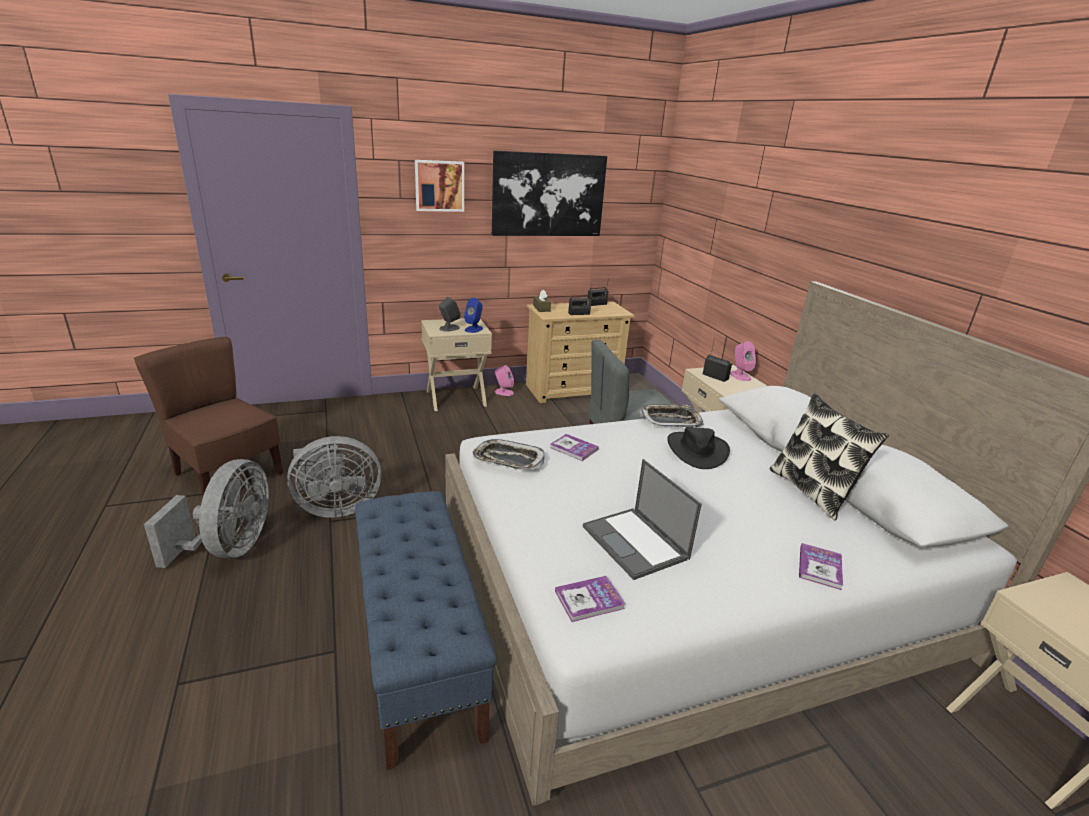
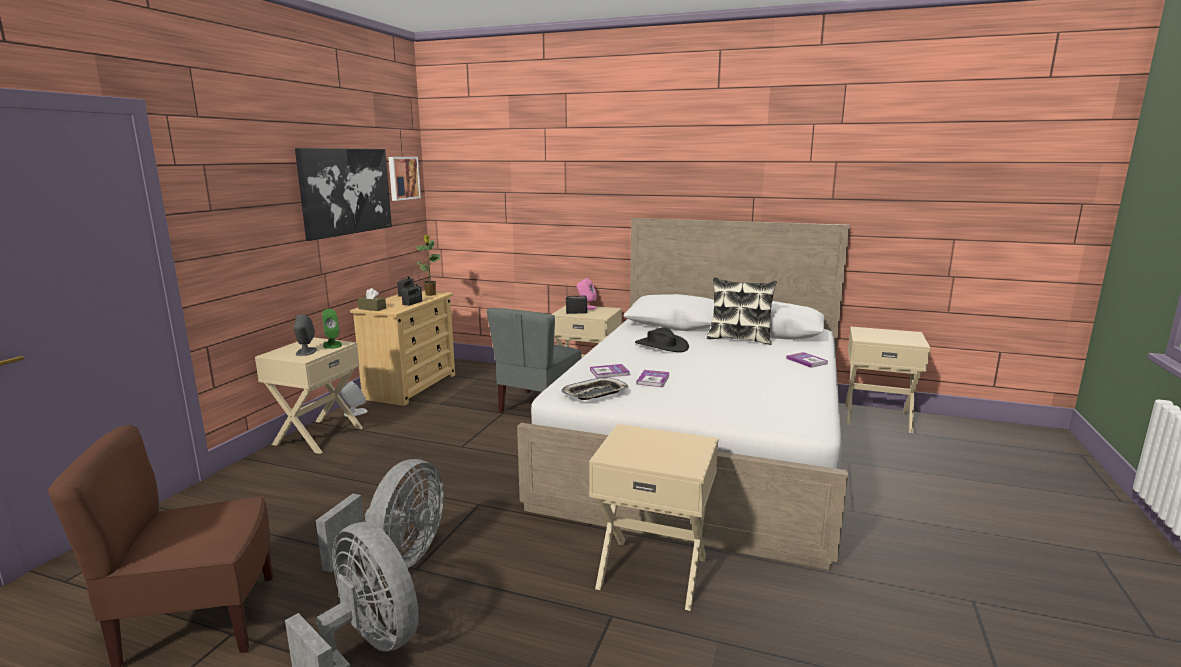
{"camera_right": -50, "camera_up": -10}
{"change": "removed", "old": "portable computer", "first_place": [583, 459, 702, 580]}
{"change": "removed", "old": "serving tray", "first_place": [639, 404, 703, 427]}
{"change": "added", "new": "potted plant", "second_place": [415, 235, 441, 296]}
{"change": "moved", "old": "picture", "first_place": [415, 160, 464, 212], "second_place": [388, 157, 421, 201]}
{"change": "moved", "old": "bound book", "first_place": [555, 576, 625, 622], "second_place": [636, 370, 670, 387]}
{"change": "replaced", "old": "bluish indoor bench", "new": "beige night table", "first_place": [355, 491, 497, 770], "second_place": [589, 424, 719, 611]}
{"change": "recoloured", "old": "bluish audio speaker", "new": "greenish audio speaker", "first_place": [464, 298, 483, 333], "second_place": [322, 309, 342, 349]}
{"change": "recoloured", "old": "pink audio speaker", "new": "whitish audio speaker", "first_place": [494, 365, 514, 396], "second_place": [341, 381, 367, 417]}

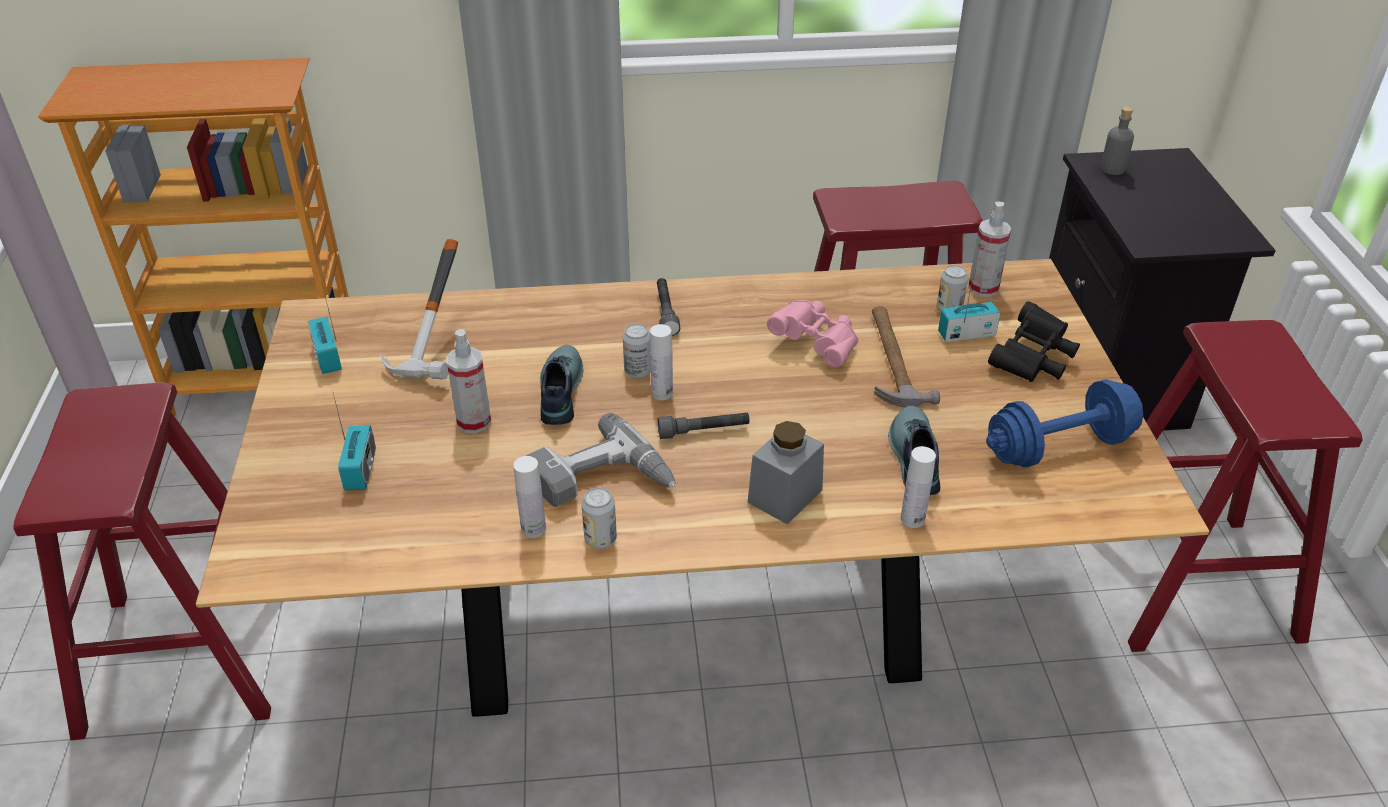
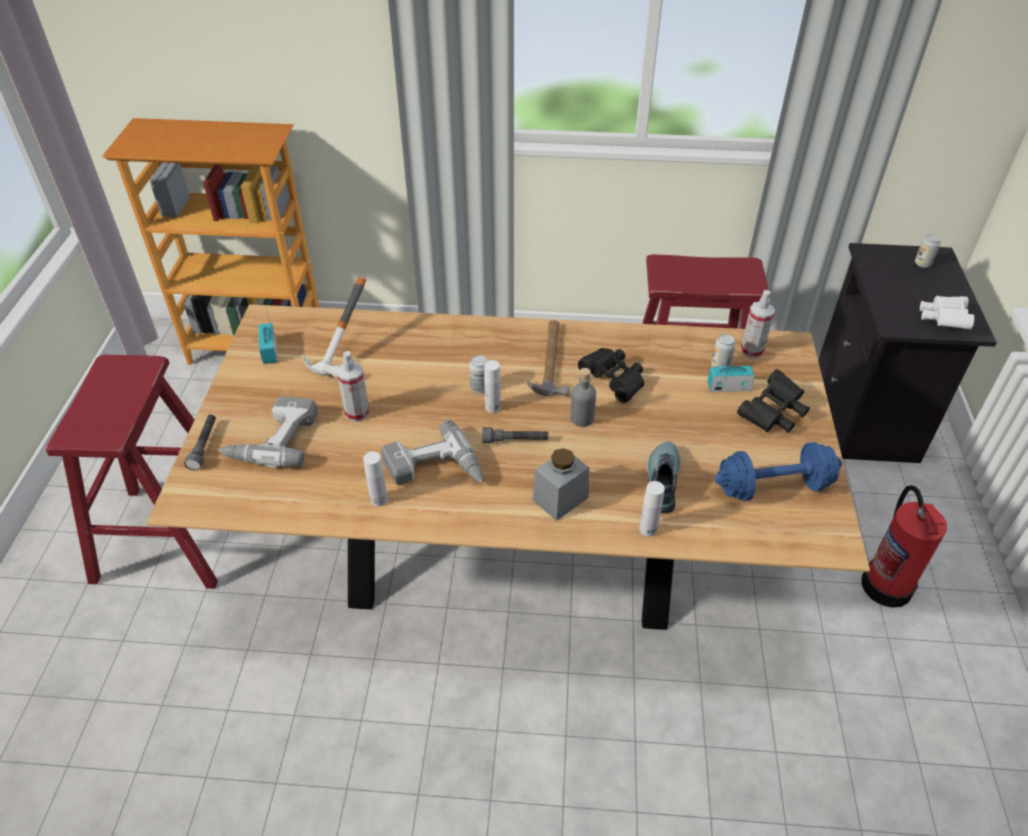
{"camera_right": 10, "camera_up": 5}
{"change": "removed", "old": "shoe", "first_place": [540, 345, 583, 425]}
{"change": "added", "new": "whitish binoculars", "second_place": [920, 296, 974, 329]}
{"change": "moved", "old": "metal can", "first_place": [581, 488, 617, 549], "second_place": [915, 234, 940, 268]}
{"change": "moved", "old": "grey hand torch", "first_place": [657, 278, 680, 336], "second_place": [184, 415, 216, 471]}
{"change": "moved", "old": "hammer", "first_place": [872, 306, 940, 407], "second_place": [526, 320, 569, 396]}
{"change": "moved", "old": "grey bottle", "first_place": [1100, 106, 1134, 175], "second_place": [570, 368, 596, 427]}
{"change": "replaced", "old": "radio set", "new": "drill", "first_place": [332, 390, 376, 490], "second_place": [219, 397, 318, 467]}
{"change": "replaced", "old": "red stool seat", "new": "fire-fighting cylinder", "first_place": [1128, 320, 1362, 652], "second_place": [861, 485, 947, 608]}
{"change": "recoloured", "old": "pink binoculars", "new": "black-coloured binoculars", "first_place": [767, 300, 858, 367], "second_place": [578, 348, 644, 403]}

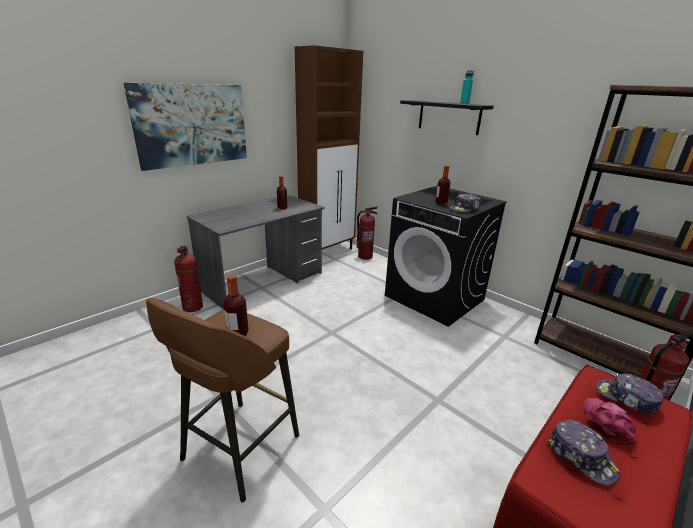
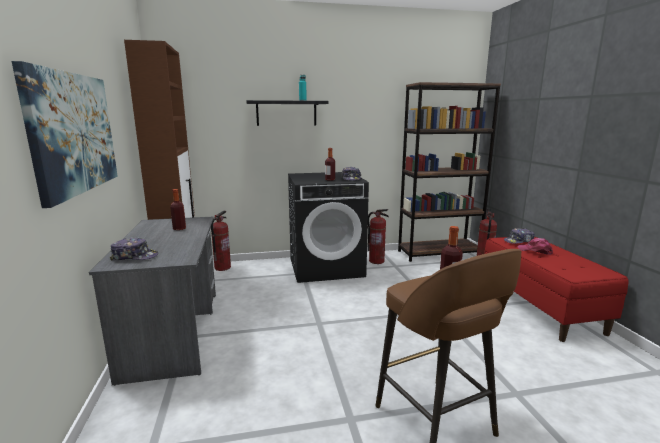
{"camera_right": -55, "camera_up": -10}
{"change": "moved", "old": "fire-fighting cylinder", "first_place": [174, 246, 203, 312], "second_place": [368, 209, 389, 264]}
{"change": "moved", "old": "peaked cap", "first_place": [547, 420, 620, 485], "second_place": [110, 237, 158, 261]}

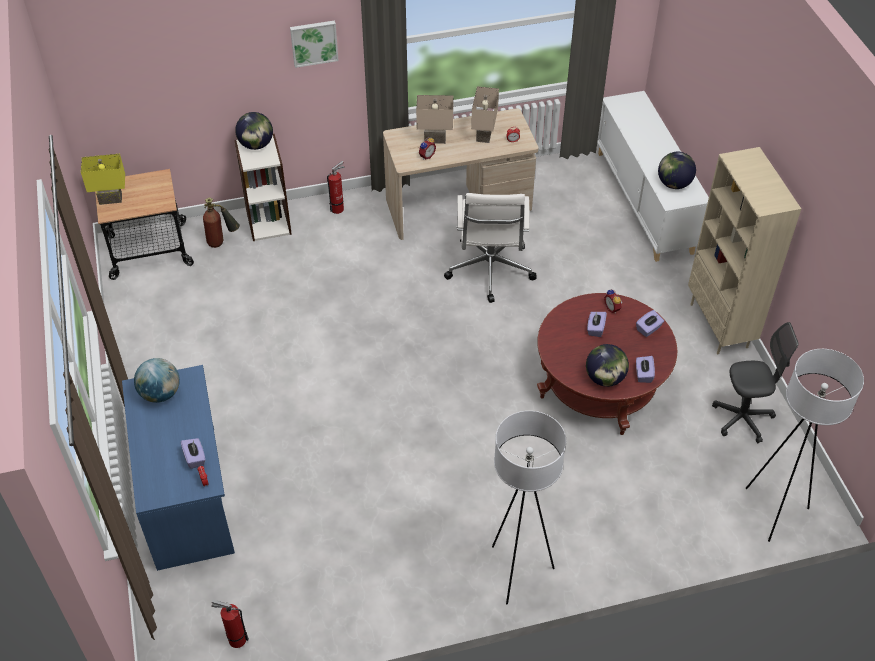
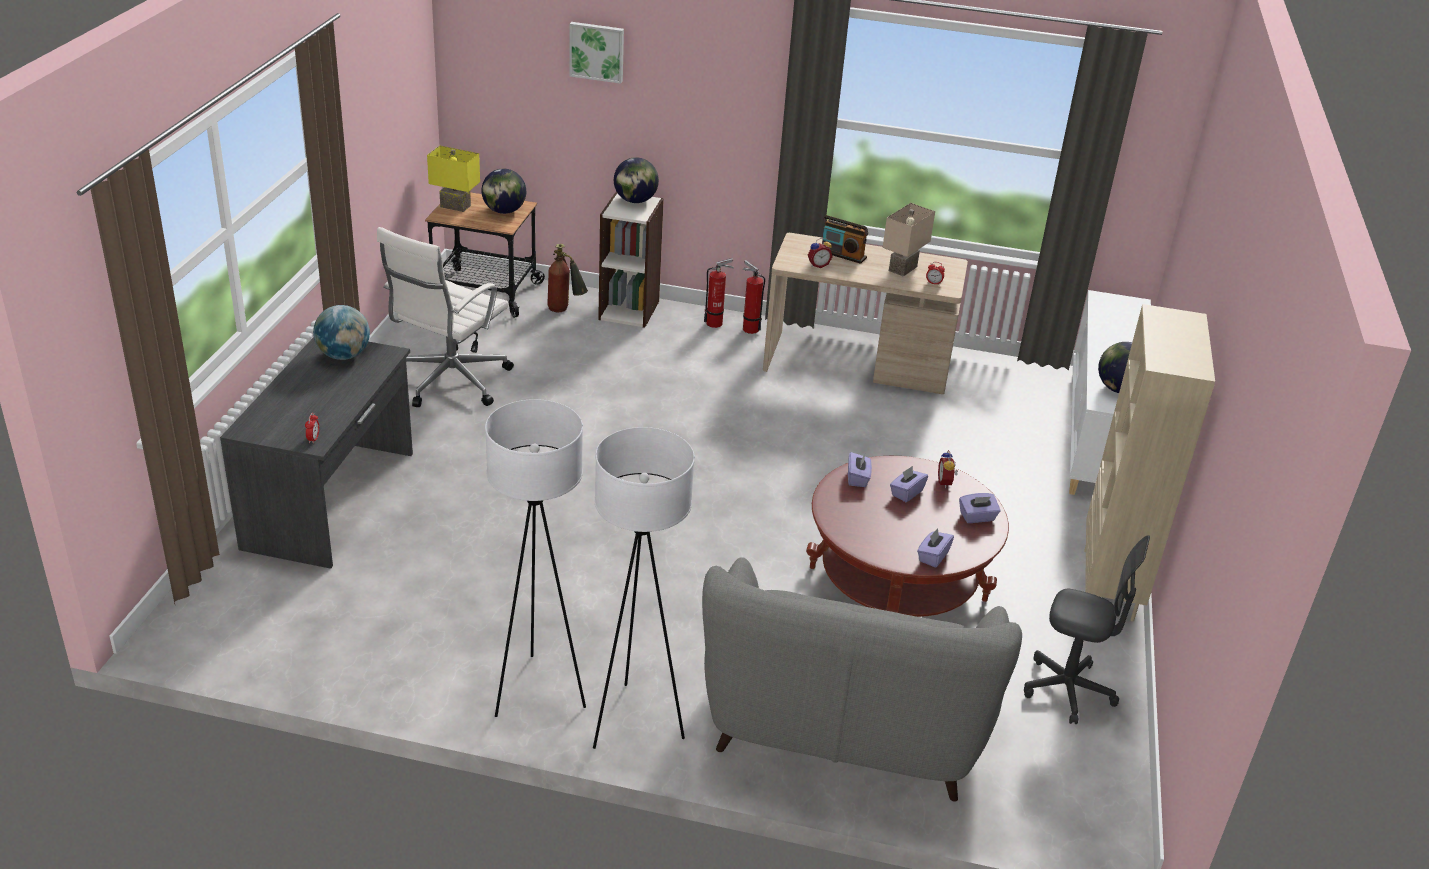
{"camera_right": 25, "camera_up": -15}
{"change": "added", "new": "grey settee", "second_place": [702, 557, 1022, 802]}
{"change": "moved", "old": "purple-coloured box of tissues", "first_place": [181, 438, 205, 469], "second_place": [848, 452, 872, 487]}
{"change": "moved", "old": "fire-fighting cylinder", "first_place": [211, 600, 249, 648], "second_place": [742, 260, 765, 334]}
{"change": "moved", "old": "picture", "first_place": [290, 20, 339, 68], "second_place": [569, 22, 624, 84]}
{"change": "moved", "old": "whitish desk chair", "first_place": [444, 193, 537, 303], "second_place": [377, 227, 514, 407]}
{"change": "moved", "old": "world globe", "first_place": [586, 344, 629, 387], "second_place": [482, 169, 526, 214]}
{"change": "moved", "old": "whitish floor lamp", "first_place": [746, 349, 864, 542], "second_place": [485, 399, 586, 717]}
{"change": "replaced", "old": "beige tabletop lamp", "new": "radio set", "first_place": [416, 95, 453, 144], "second_place": [822, 215, 868, 264]}
{"change": "recoloured", "old": "bluish desk table", "new": "grey desk table", "first_place": [122, 365, 235, 571], "second_place": [220, 337, 413, 569]}

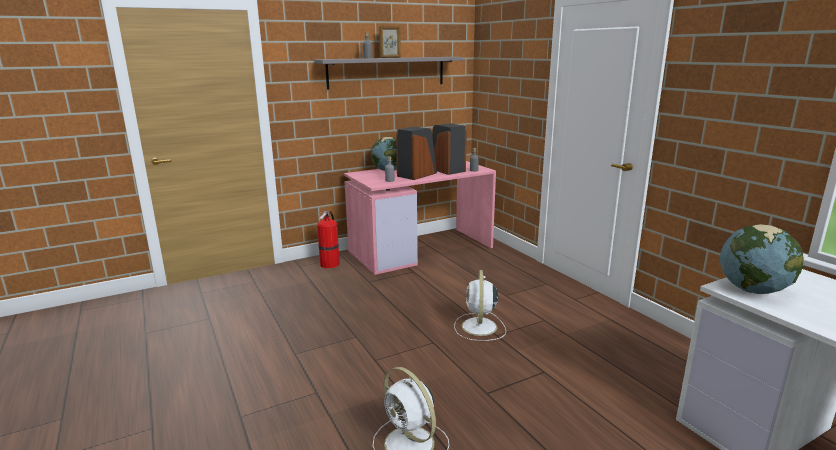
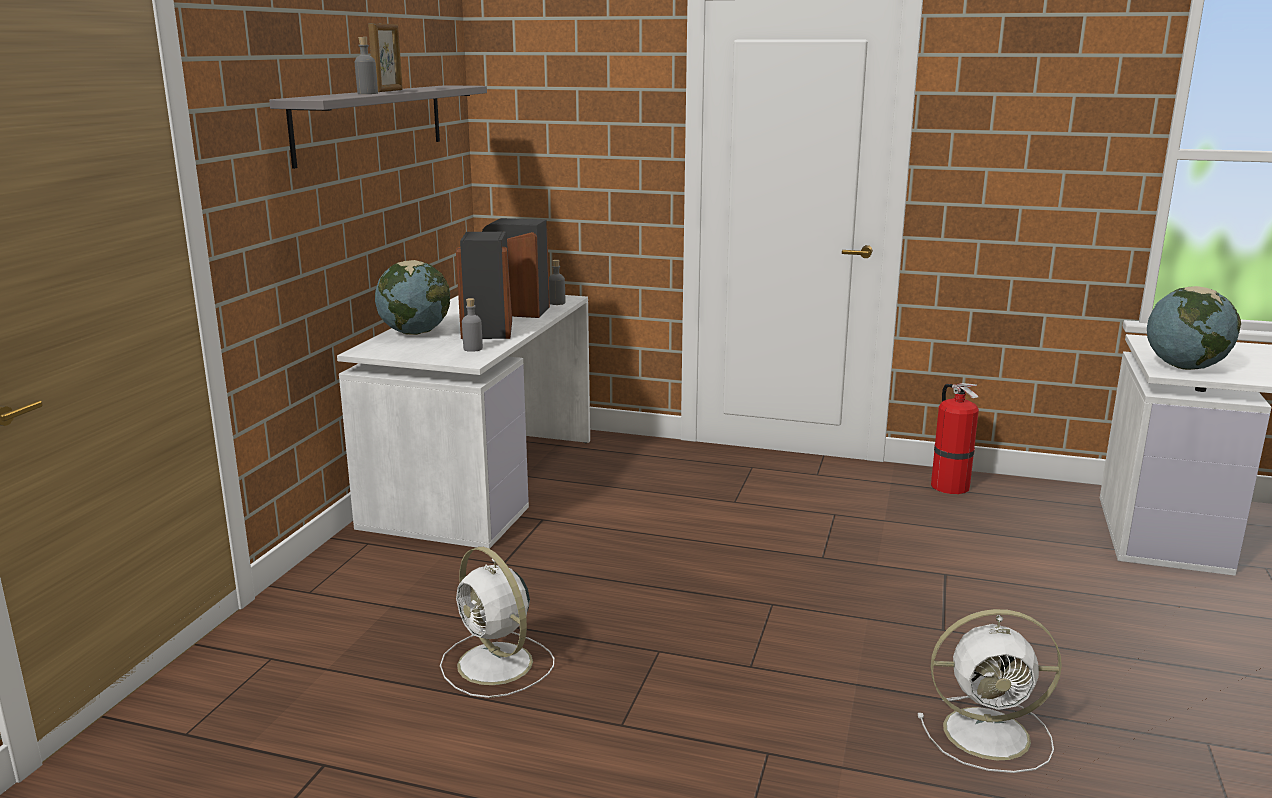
{"camera_right": -45, "camera_up": 0}
{"change": "moved", "old": "fire-fighting cylinder", "first_place": [317, 211, 340, 268], "second_place": [931, 383, 979, 494]}
{"change": "moved", "old": "whitish electric fan", "first_place": [454, 270, 506, 341], "second_place": [440, 547, 554, 698]}
{"change": "recoloured", "old": "pink desk table", "new": "whitish desk table", "first_place": [344, 161, 496, 275], "second_place": [337, 295, 590, 549]}

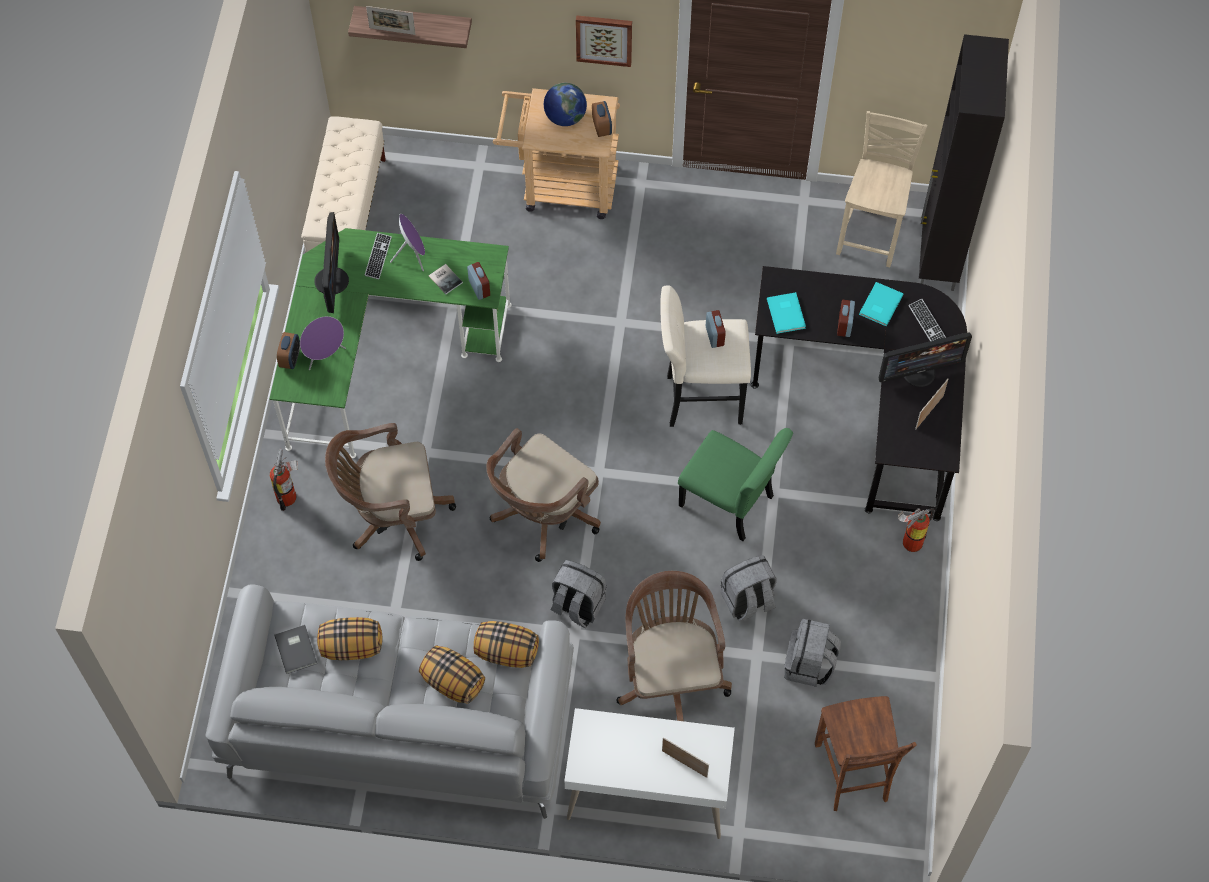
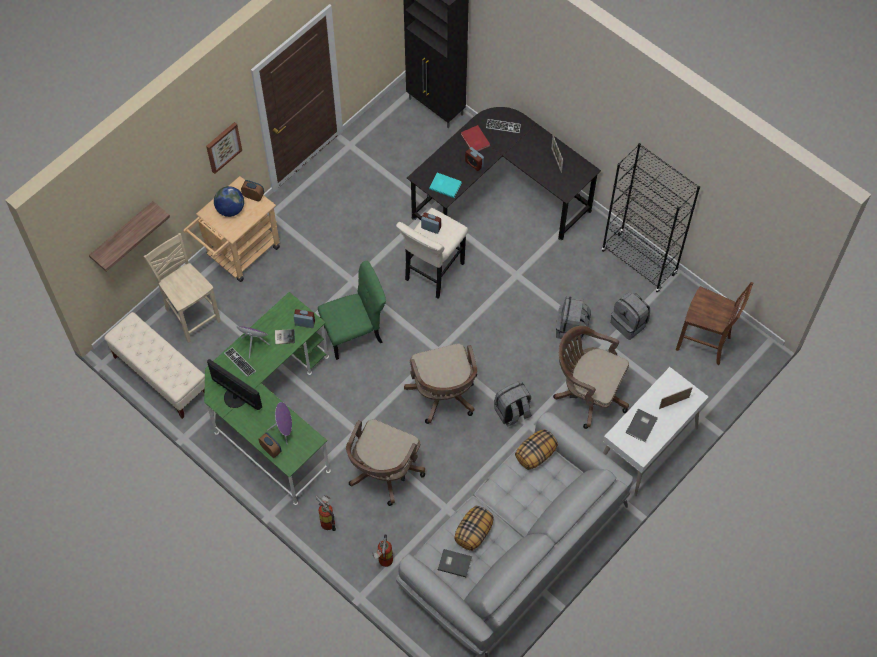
{"camera_right": -55, "camera_up": 0}
{"change": "removed", "old": "picture frame", "first_place": [366, 6, 415, 35]}
{"change": "removed", "old": "cushion", "first_place": [419, 645, 485, 704]}
{"change": "removed", "old": "computer screen", "first_place": [879, 332, 972, 387]}
{"change": "added", "new": "black-coloured bookshelf", "second_place": [602, 143, 700, 293]}
{"change": "added", "new": "grey bound book", "second_place": [626, 409, 657, 442]}
{"change": "moved", "old": "greenish plain chair", "first_place": [678, 428, 793, 541], "second_place": [318, 261, 386, 360]}
{"change": "moved", "old": "beige plain chair", "first_place": [836, 111, 928, 268], "second_place": [144, 233, 221, 343]}
{"change": "moved", "old": "fire-fighting cylinder", "first_place": [898, 508, 935, 552], "second_place": [372, 534, 393, 567]}
{"change": "recoloured", "old": "turquoise bound book", "new": "red bound book", "first_place": [859, 282, 903, 326], "second_place": [461, 125, 490, 152]}

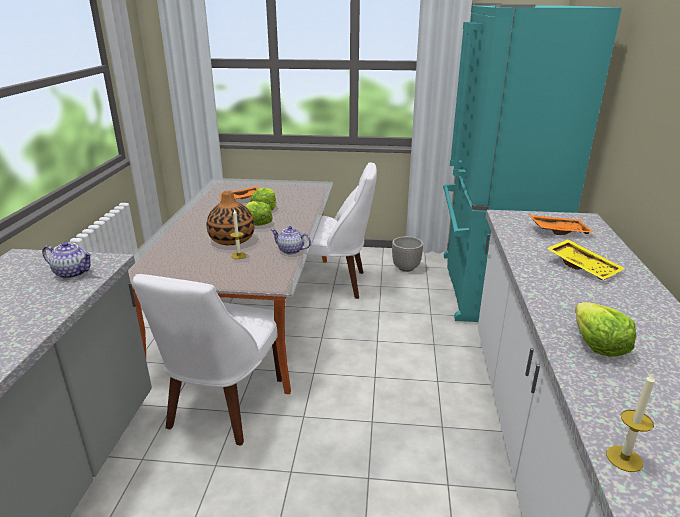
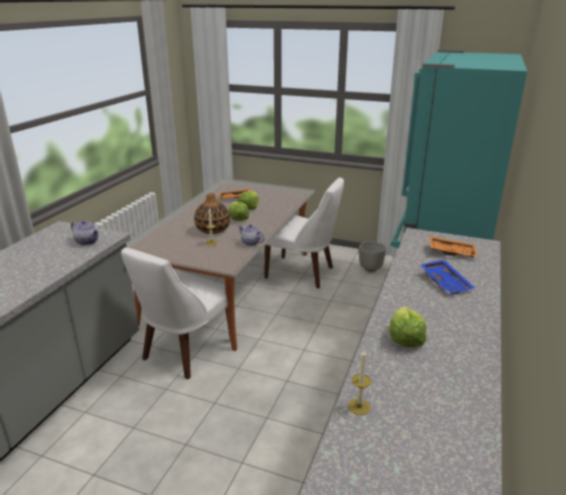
{"camera_right": 15, "camera_up": 0}
{"change": "recoloured", "old": "yellow serving tray", "new": "bluish serving tray", "first_place": [546, 239, 625, 280], "second_place": [420, 260, 475, 295]}

